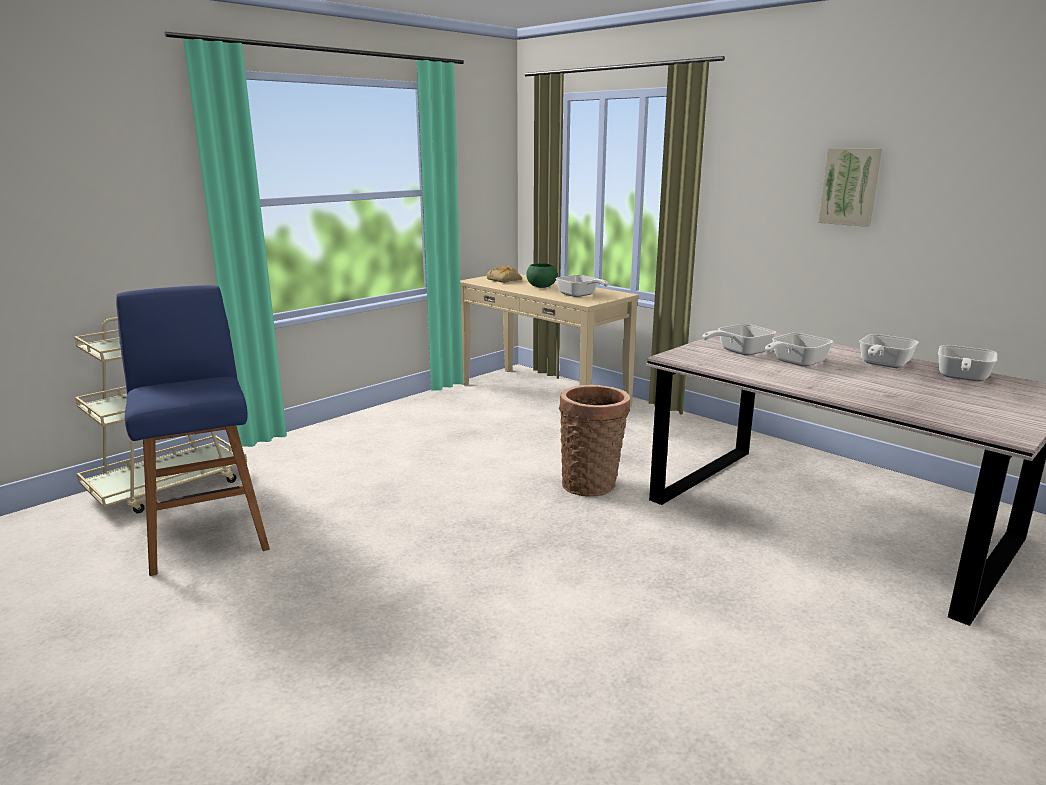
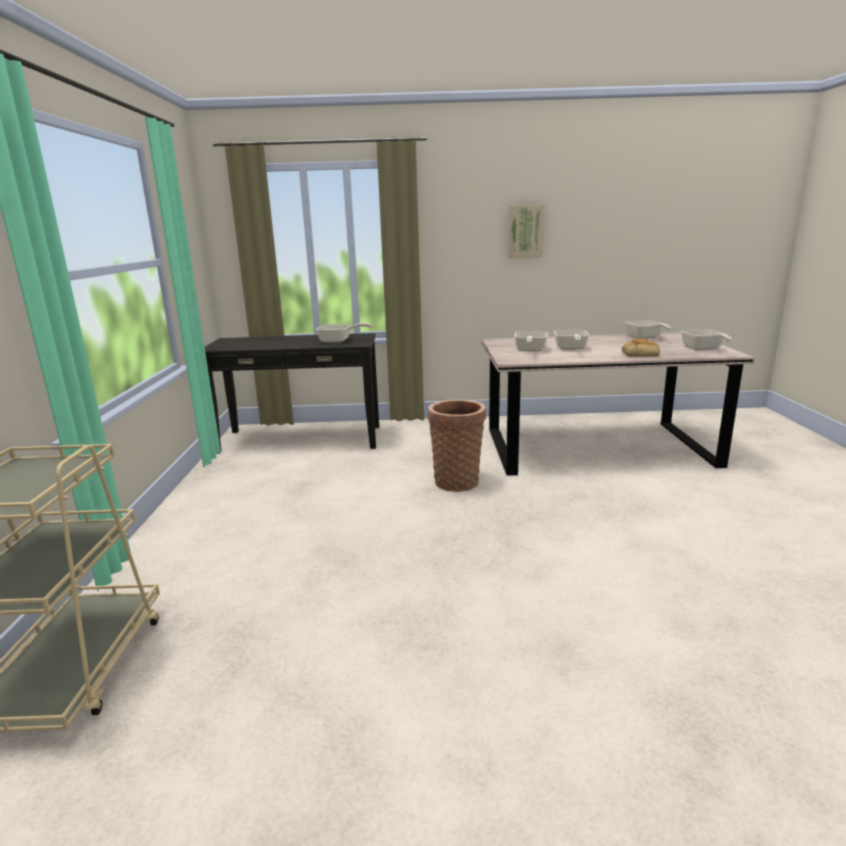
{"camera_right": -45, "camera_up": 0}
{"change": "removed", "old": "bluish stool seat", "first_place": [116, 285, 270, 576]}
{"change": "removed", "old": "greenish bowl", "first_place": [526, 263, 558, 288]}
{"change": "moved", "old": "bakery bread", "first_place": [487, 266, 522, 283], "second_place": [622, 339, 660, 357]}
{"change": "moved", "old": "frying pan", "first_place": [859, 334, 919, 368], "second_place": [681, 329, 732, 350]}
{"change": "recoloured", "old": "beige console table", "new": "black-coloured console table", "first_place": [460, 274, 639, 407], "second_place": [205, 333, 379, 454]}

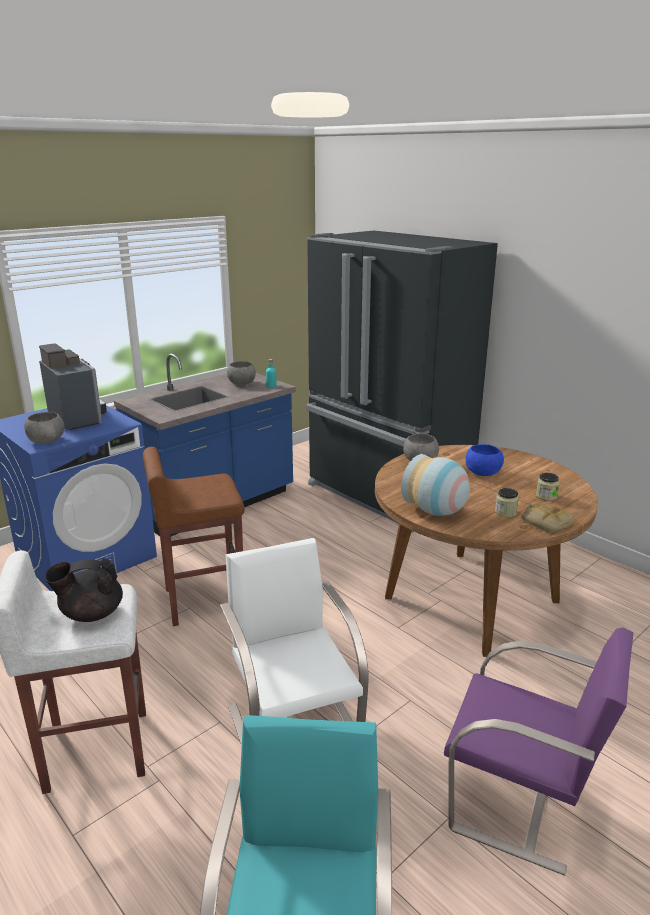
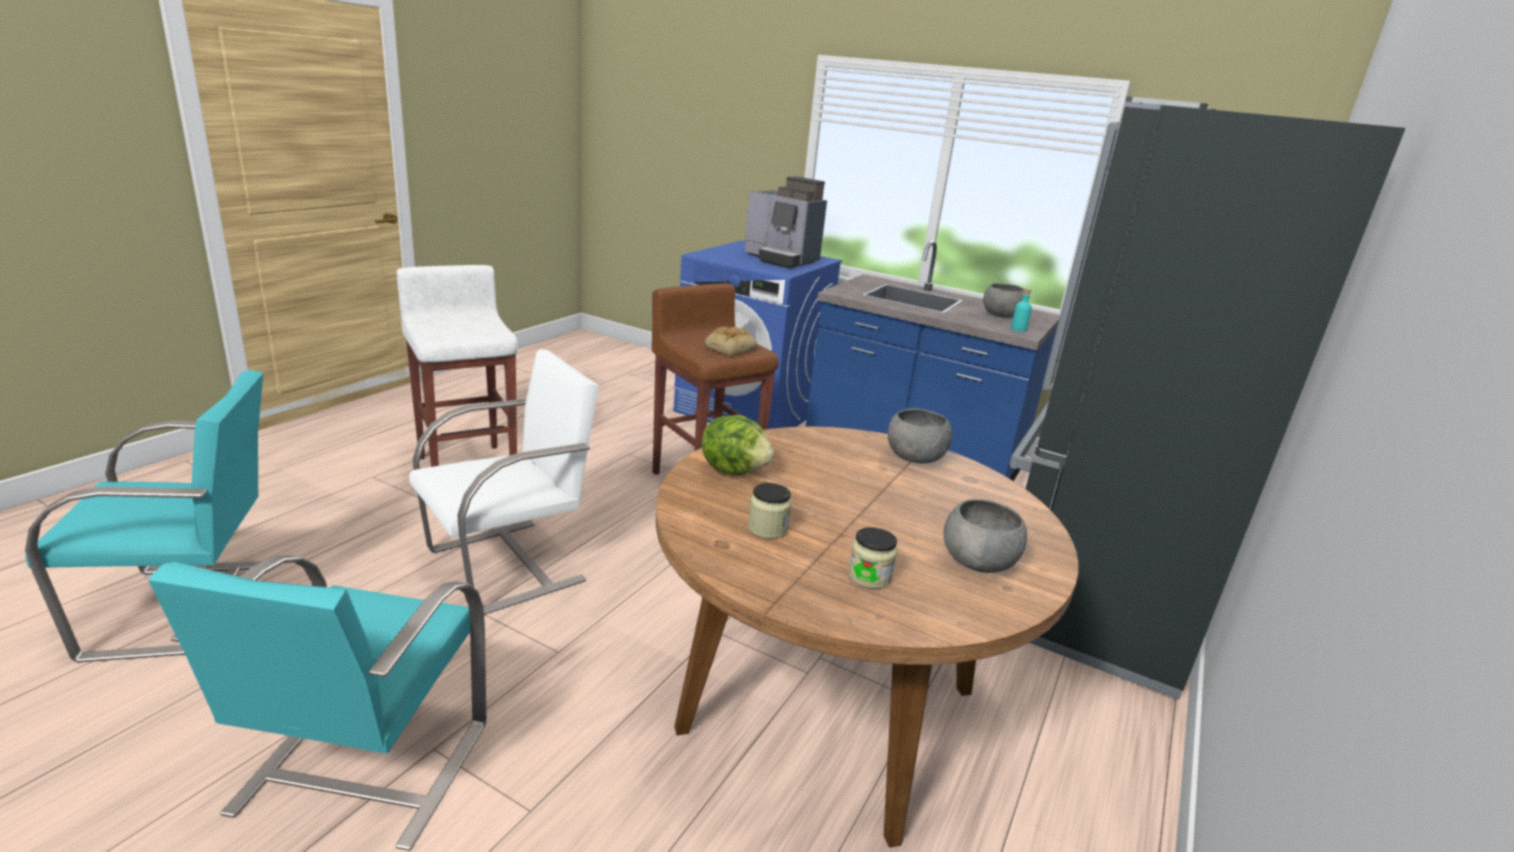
{"camera_right": 70, "camera_up": 0}
{"change": "removed", "old": "black-coloured tea pot", "first_place": [45, 558, 123, 622]}
{"change": "removed", "old": "bluish bowl", "first_place": [466, 444, 504, 476]}
{"change": "moved", "old": "grey bowl", "first_place": [24, 412, 64, 443], "second_place": [943, 499, 1027, 573]}
{"change": "moved", "old": "bakery bread", "first_place": [521, 501, 574, 533], "second_place": [704, 327, 758, 356]}
{"change": "replaced", "old": "decorative vase", "new": "head of lettuce", "first_place": [401, 454, 470, 516], "second_place": [702, 415, 774, 475]}
{"change": "recoloured", "old": "purple-coloured plain chair", "new": "turquoise plain chair", "first_place": [444, 627, 634, 876], "second_place": [148, 555, 486, 851]}
{"change": "turned", "old": "coffee maker", "first_place": [39, 343, 107, 430], "second_place": [744, 176, 827, 268], "degrees": 90}

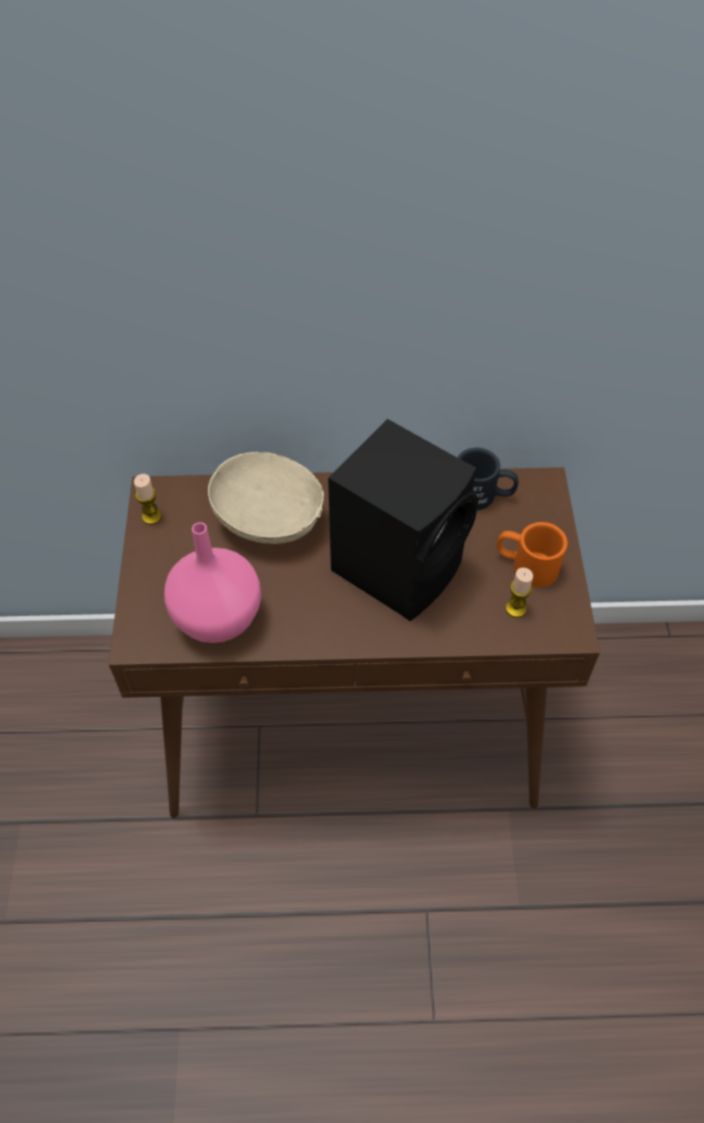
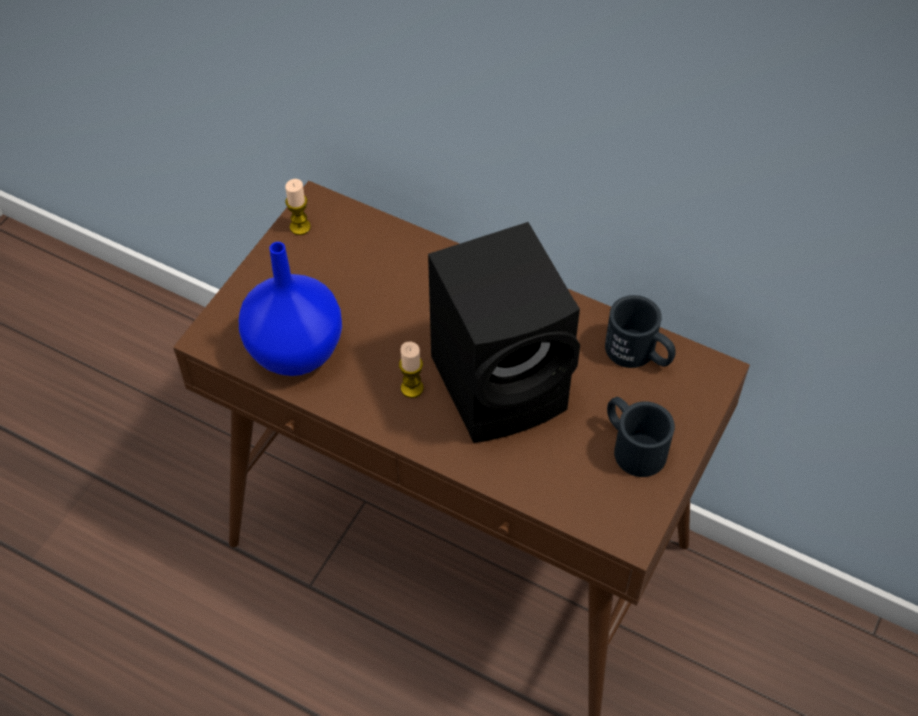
{"camera_right": 30, "camera_up": 0}
{"change": "removed", "old": "beige bowl", "first_place": [208, 452, 324, 544]}
{"change": "moved", "old": "wax candle", "first_place": [506, 568, 533, 618], "second_place": [399, 342, 424, 398]}
{"change": "recoloured", "old": "pink decorative vase", "new": "bluish decorative vase", "first_place": [164, 522, 261, 643], "second_place": [239, 242, 342, 376]}
{"change": "recoloured", "old": "orangey mug", "new": "black-coloured mug", "first_place": [497, 522, 567, 587], "second_place": [607, 397, 675, 477]}

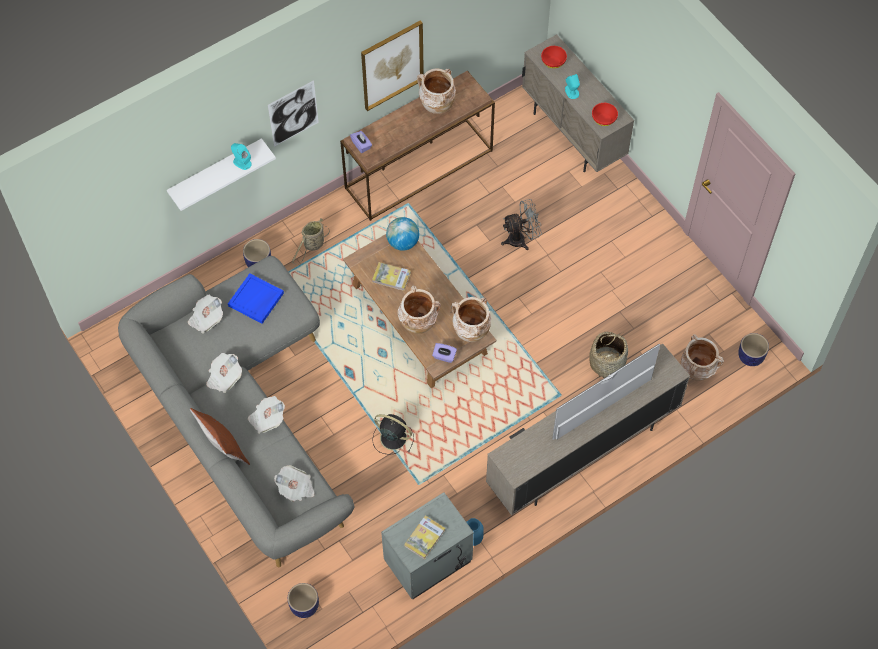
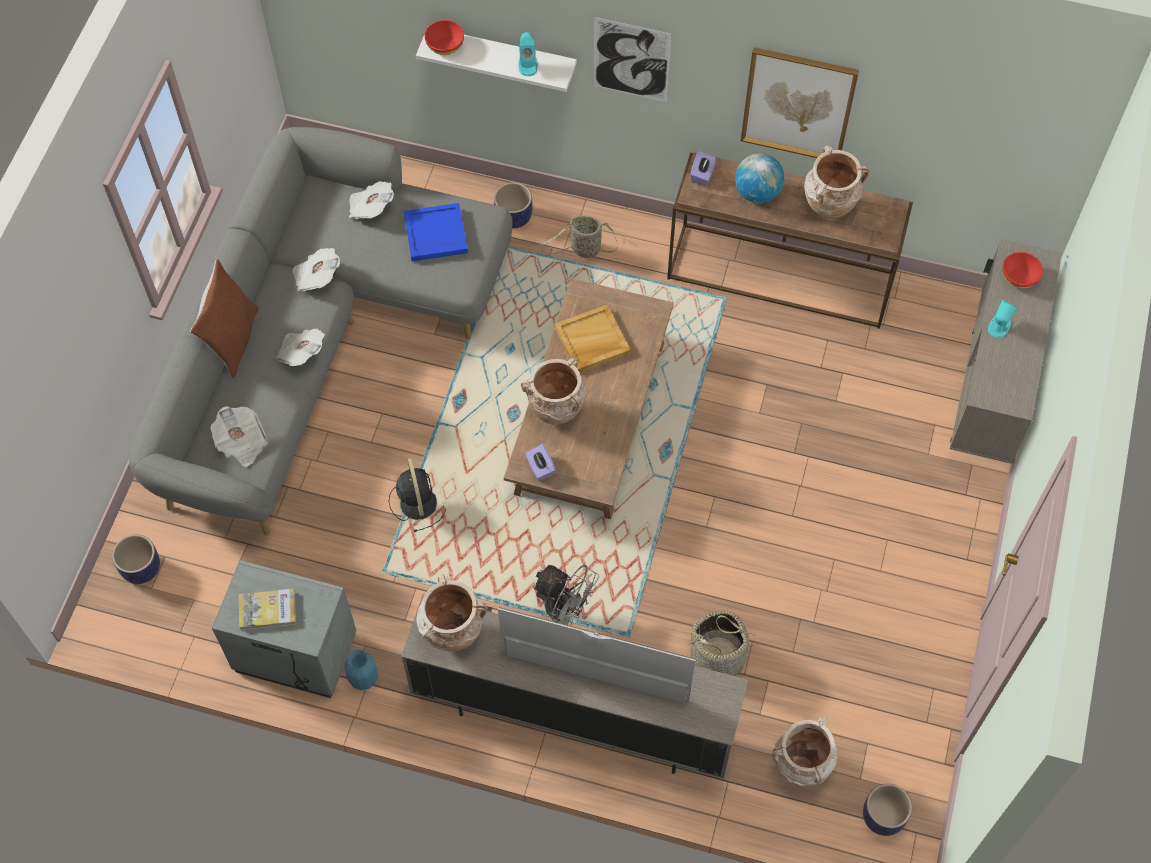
{"camera_right": 50, "camera_up": 0}
{"change": "moved", "old": "world globe", "first_place": [386, 217, 419, 251], "second_place": [735, 153, 784, 203]}
{"change": "moved", "old": "beige decorative vase", "first_place": [451, 297, 491, 342], "second_place": [416, 574, 488, 652]}
{"change": "moved", "old": "grey electric fan", "first_place": [501, 199, 542, 250], "second_place": [532, 565, 599, 626]}
{"change": "moved", "old": "red bowl", "first_place": [592, 103, 618, 126], "second_place": [425, 20, 464, 55]}
{"change": "replaced", "old": "bound book", "new": "beige serving tray", "first_place": [372, 262, 411, 291], "second_place": [555, 305, 631, 372]}

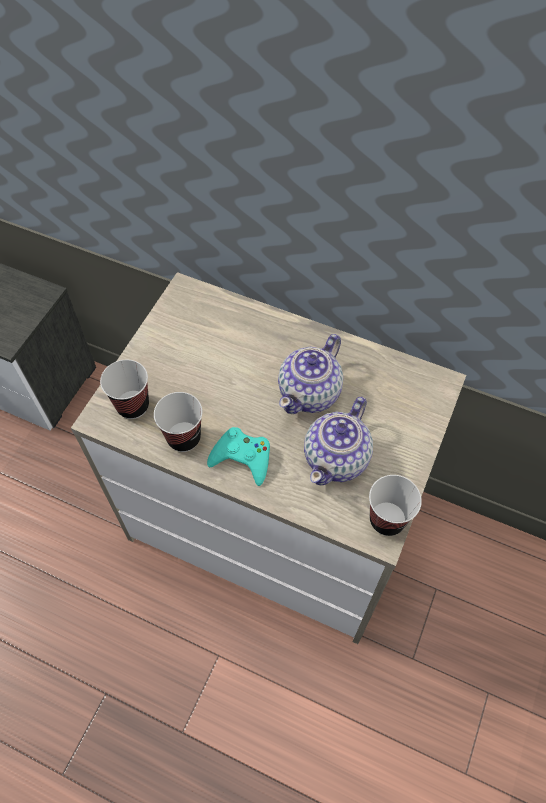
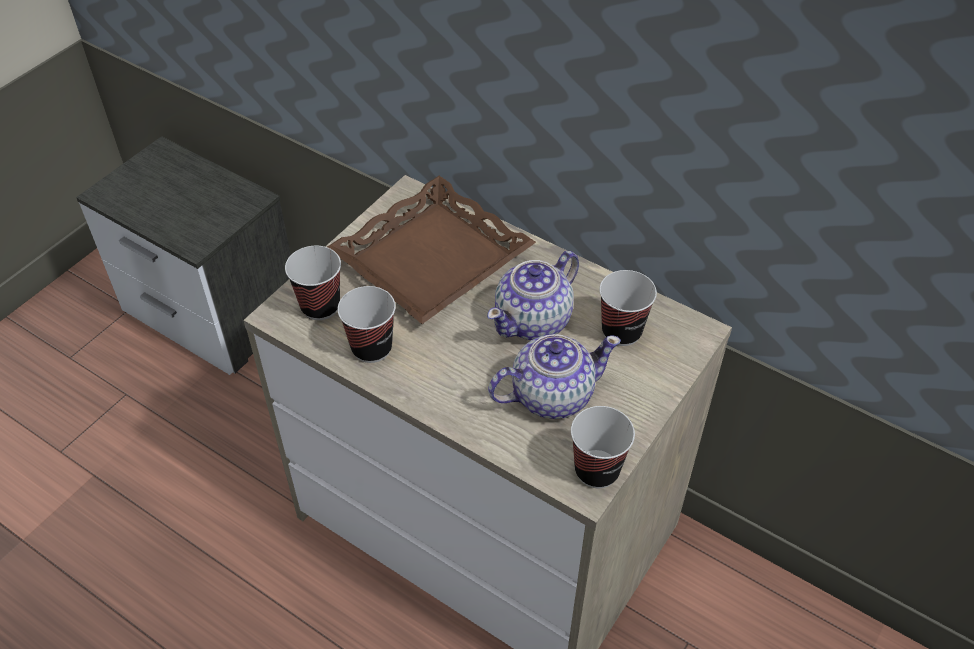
{"camera_right": 10, "camera_up": -10}
{"change": "removed", "old": "turquoise game controller", "first_place": [207, 427, 270, 486]}
{"change": "added", "new": "brown serving tray", "second_place": [327, 176, 536, 324]}
{"change": "added", "new": "small cup", "second_place": [599, 270, 657, 346]}
{"change": "turned", "old": "tea pot", "first_place": [304, 397, 373, 486], "second_place": [488, 334, 621, 419], "degrees": -150}

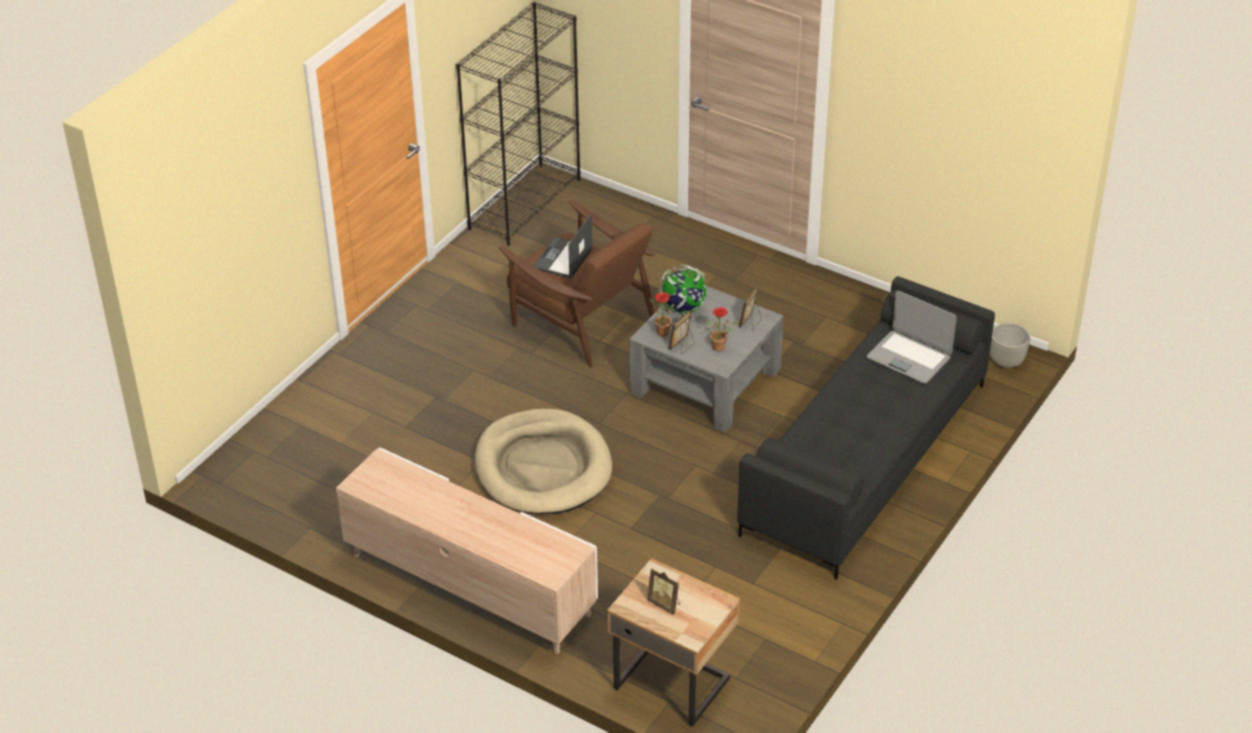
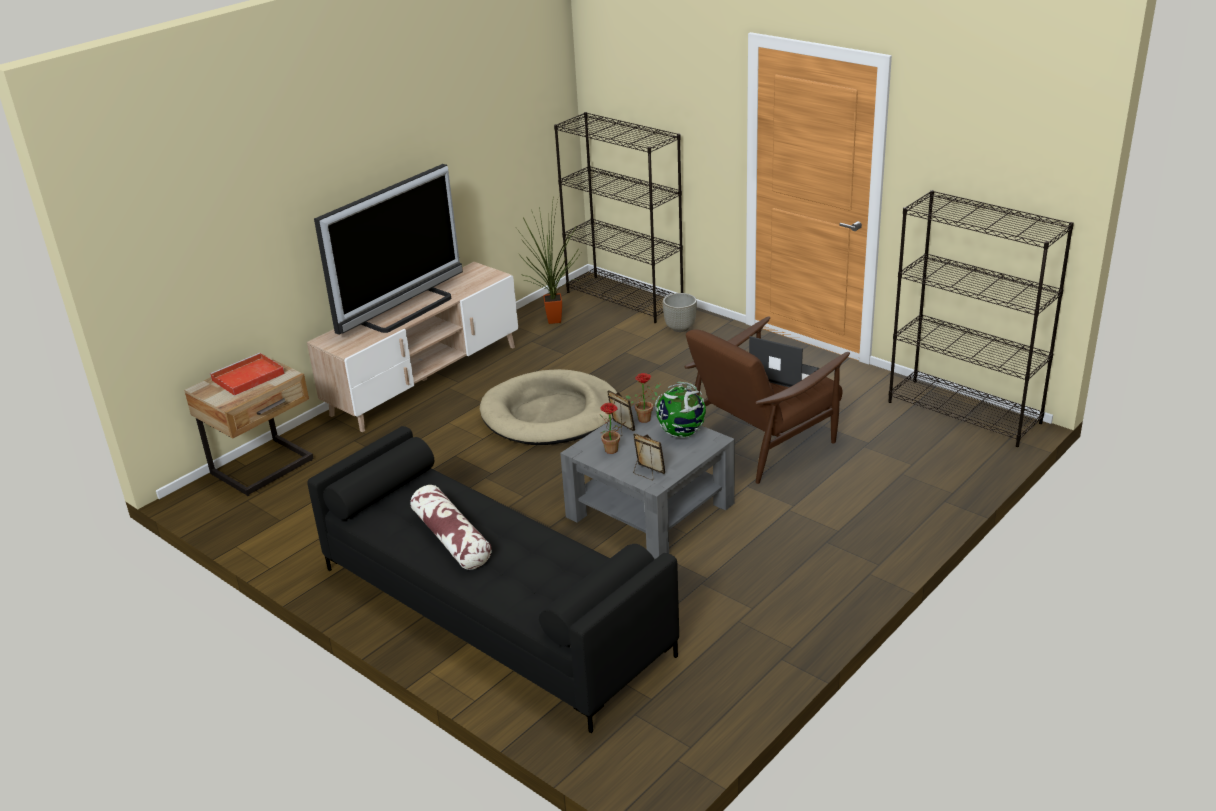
{"camera_right": 100, "camera_up": -10}
{"change": "removed", "old": "portable computer", "first_place": [867, 291, 957, 384]}
{"change": "added", "new": "television", "second_place": [314, 164, 463, 335]}
{"change": "added", "new": "cushion", "second_place": [410, 485, 492, 570]}
{"change": "added", "new": "potted plant", "second_place": [516, 195, 581, 324]}
{"change": "added", "new": "black-coloured bookshelf", "second_place": [554, 112, 683, 323]}
{"change": "moved", "old": "grey flower pot", "first_place": [990, 323, 1030, 369], "second_place": [663, 293, 697, 332]}
{"change": "replaced", "old": "picture frame", "new": "red serving tray", "first_place": [647, 568, 680, 615], "second_place": [210, 353, 285, 396]}

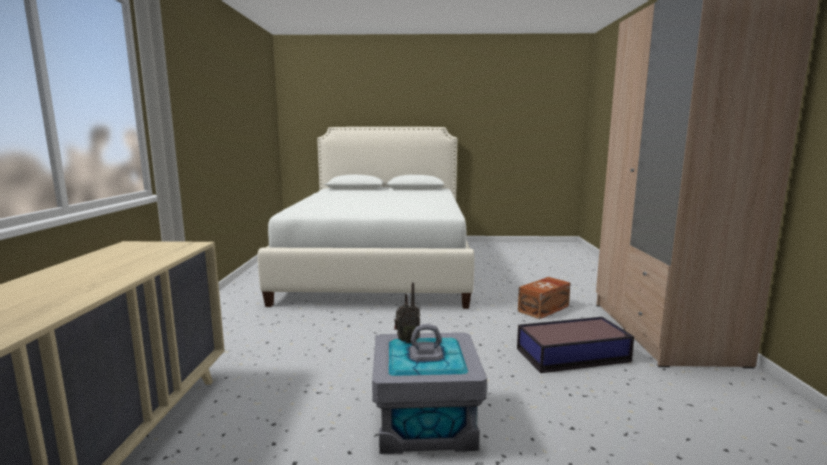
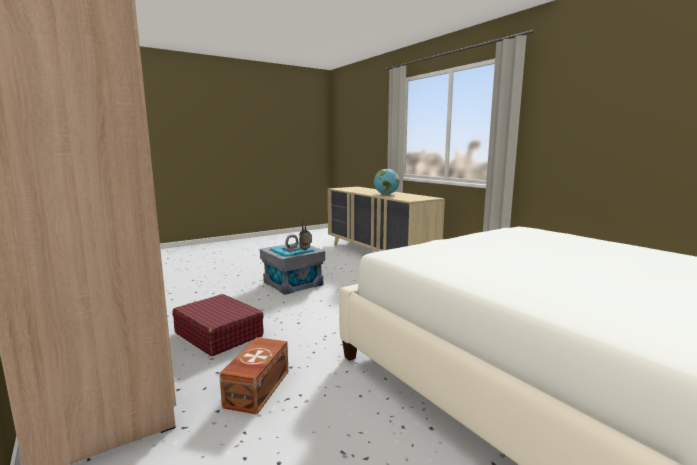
{"camera_right": 145, "camera_up": 0}
{"change": "added", "new": "world globe", "second_place": [374, 169, 399, 195]}
{"change": "replaced", "old": "storage container", "new": "red piece of luggage", "first_place": [517, 317, 634, 373], "second_place": [173, 294, 264, 356]}

